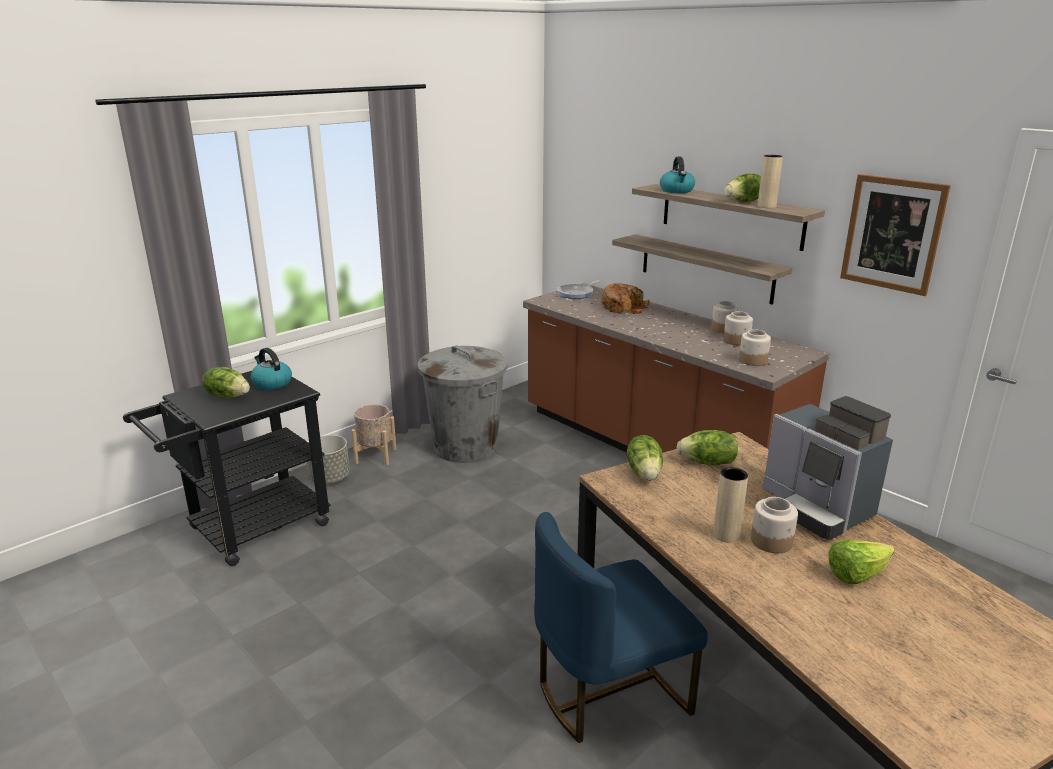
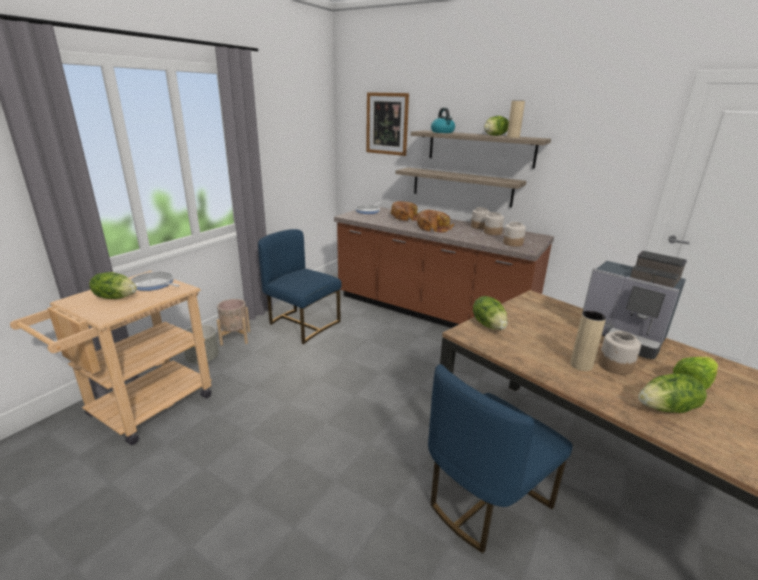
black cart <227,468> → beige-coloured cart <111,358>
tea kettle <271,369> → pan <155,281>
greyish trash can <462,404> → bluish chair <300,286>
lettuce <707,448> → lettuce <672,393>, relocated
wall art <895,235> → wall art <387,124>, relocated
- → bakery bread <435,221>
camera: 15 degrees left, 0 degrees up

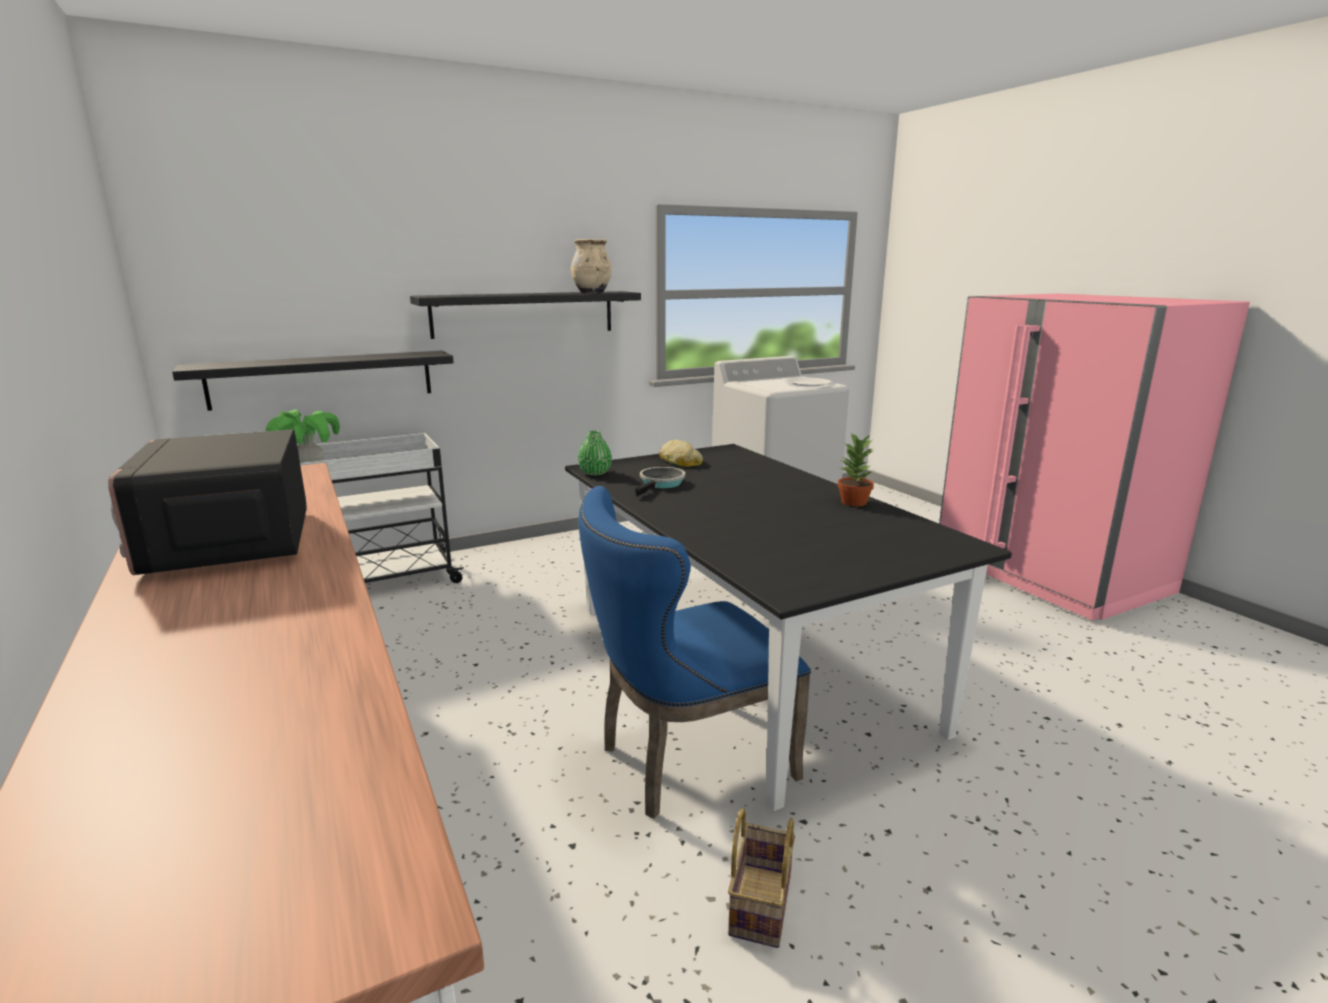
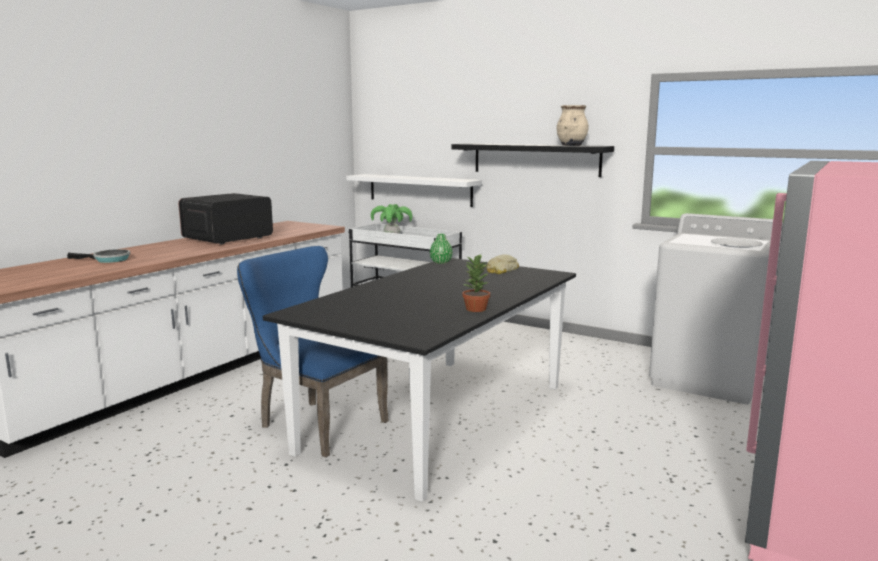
black bracket shelf <313,381> → white-coloured bracket shelf <414,190>
pan <660,481> → pan <98,256>, relocated
household basket <761,878> → -
camera: 60 degrees right, 5 degrees down

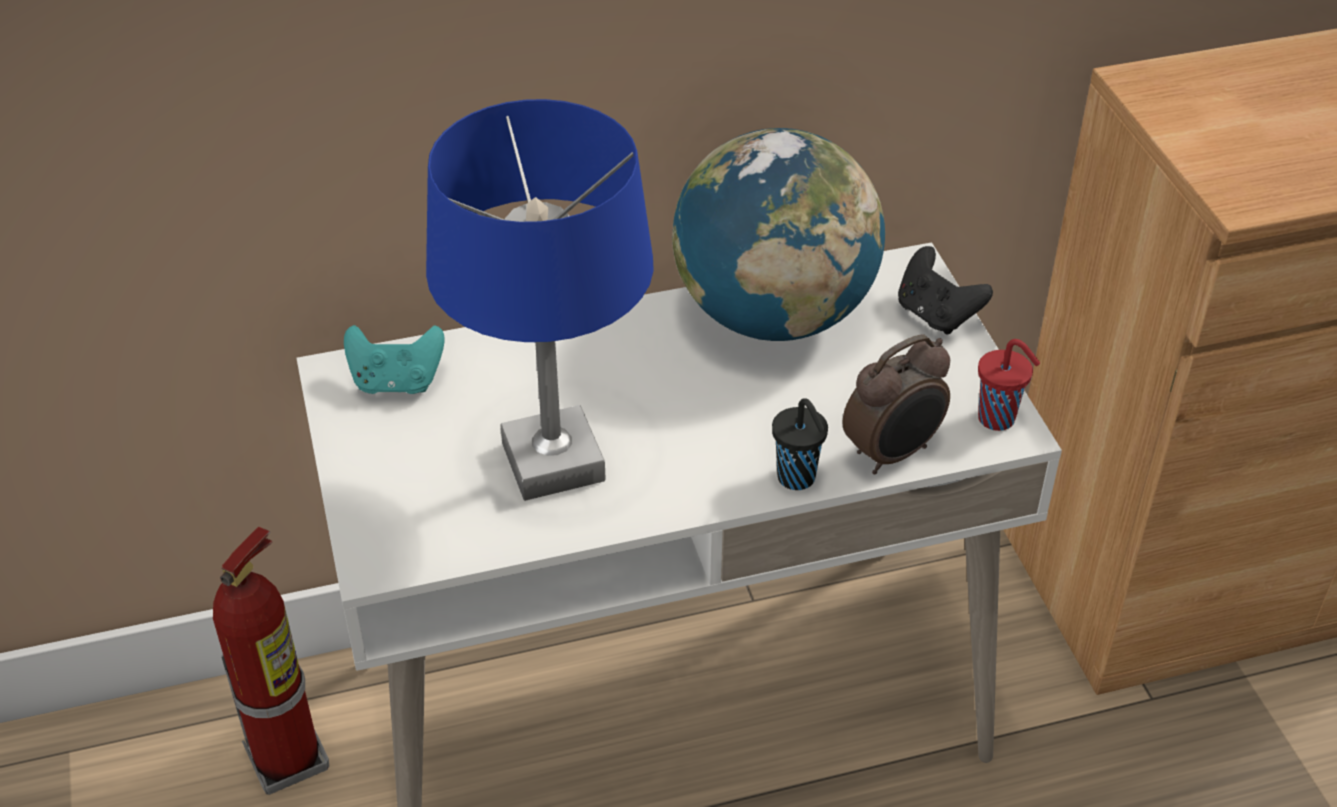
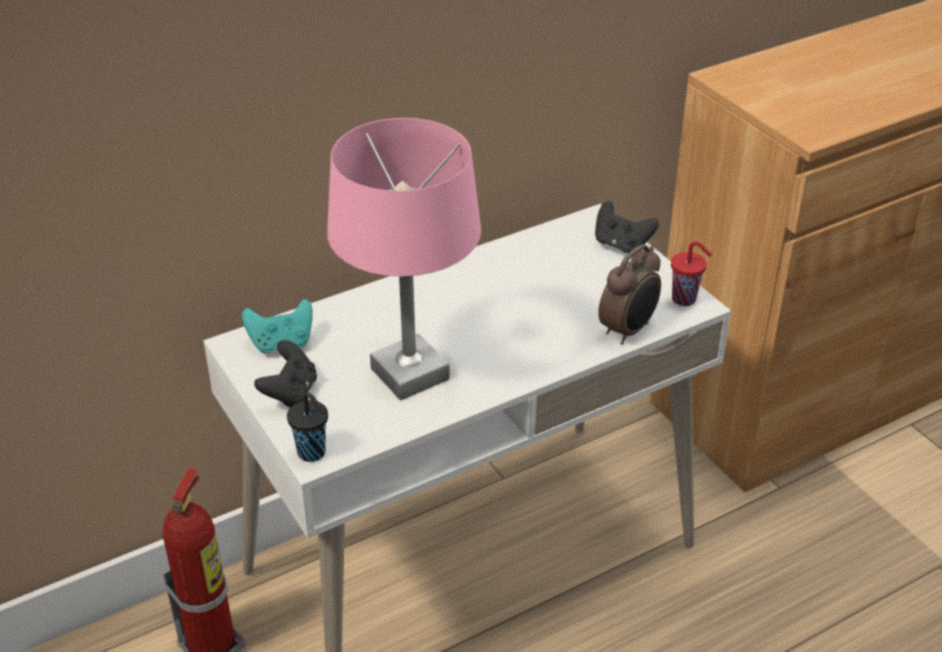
bluish tabletop lamp <540,300> → pinkish tabletop lamp <404,259>
desk globe <778,234> → -
black drinking cup <800,444> → black drinking cup <307,427>, relocated
- → black gamepad <285,373>
camera: 15 degrees left, 5 degrees down

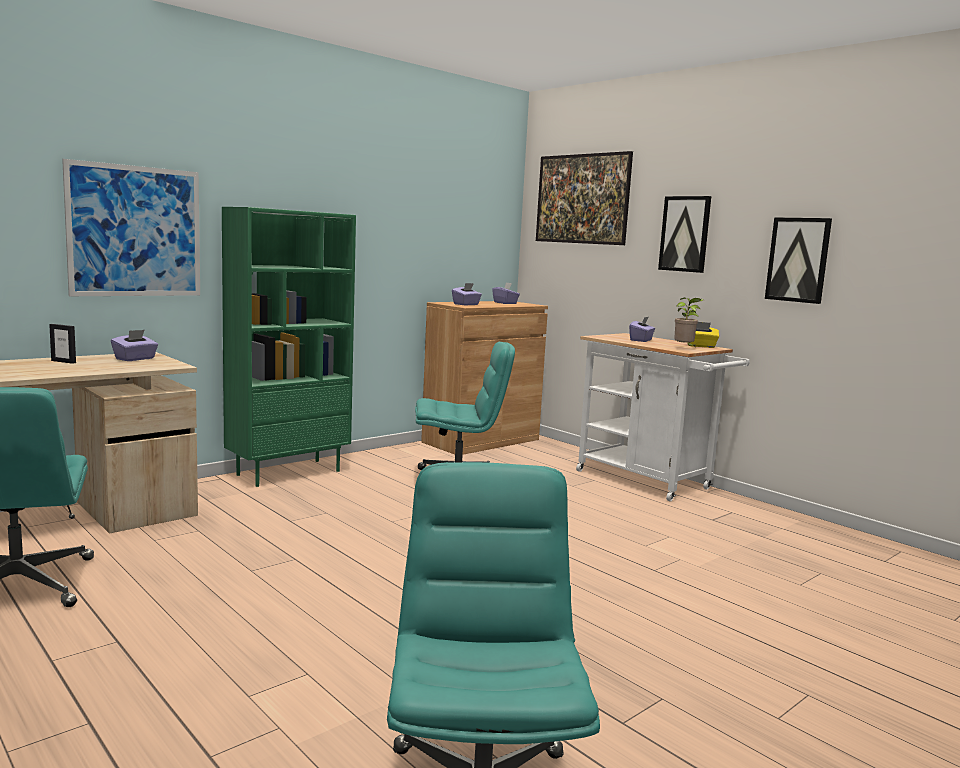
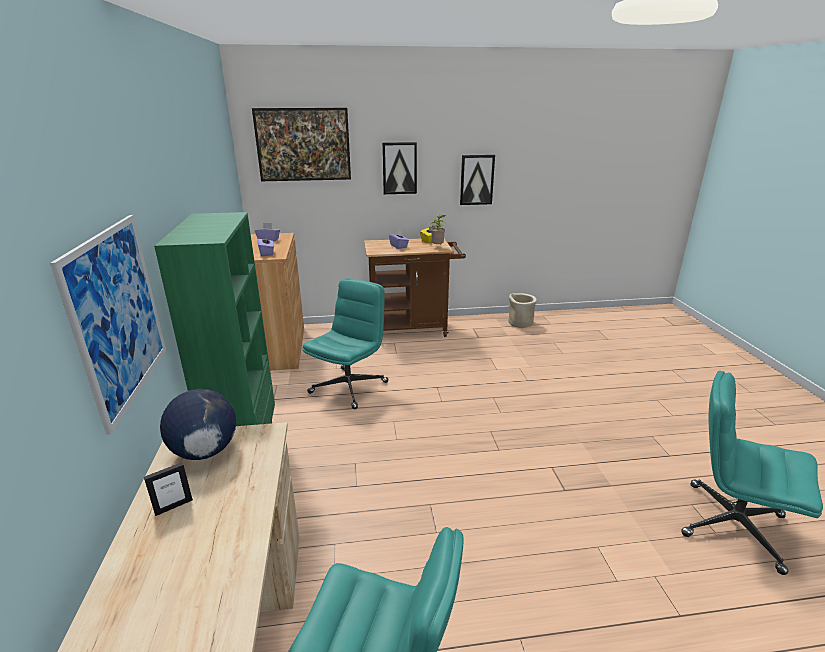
purple tissue holder <134,345> → desk globe <198,424>
white-coloured cart <663,417> → brown-coloured cart <415,288>
- → beige-coloured plant pot <522,310>
camera: 55 degrees left, 15 degrees up

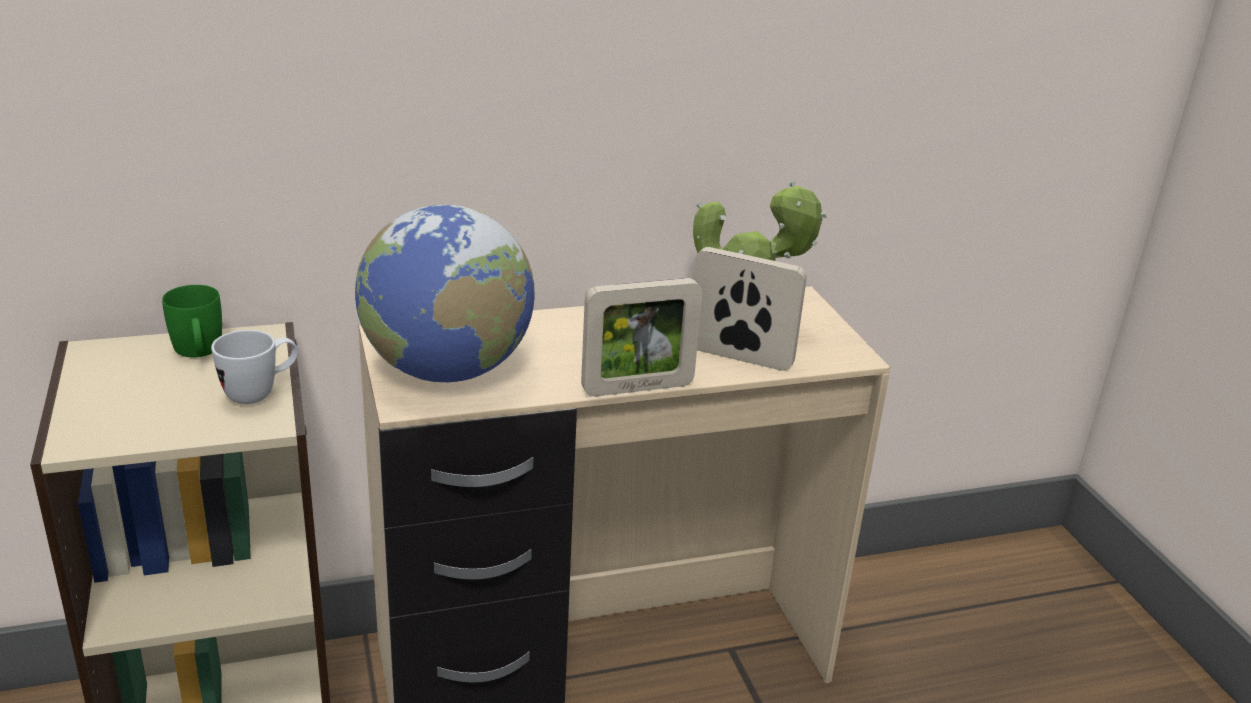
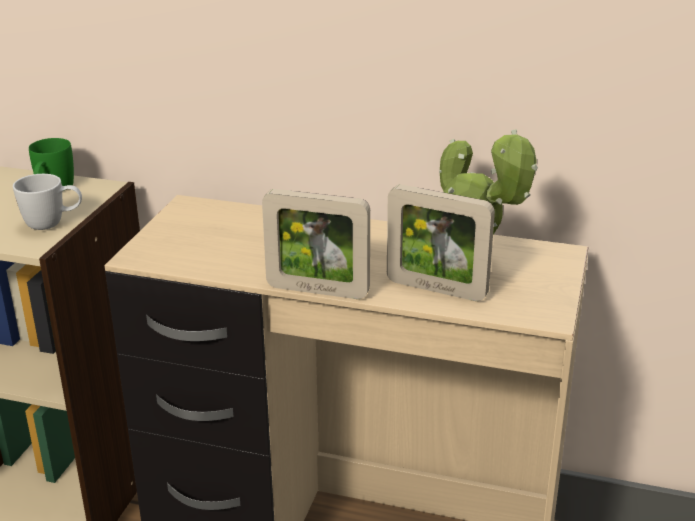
desk globe <445,293> → -
photo frame <750,309> → photo frame <441,243>, 150 degrees clockwise
camera: 35 degrees right, 0 degrees up

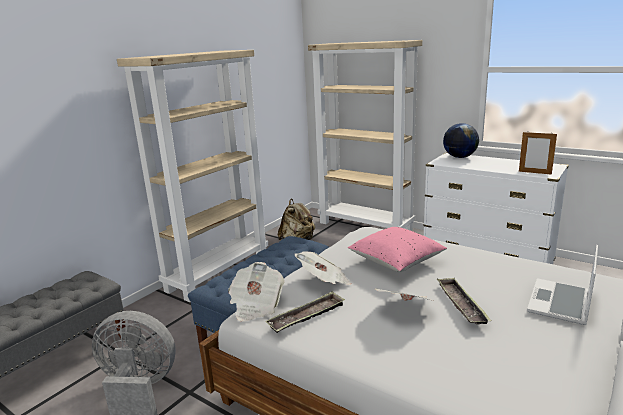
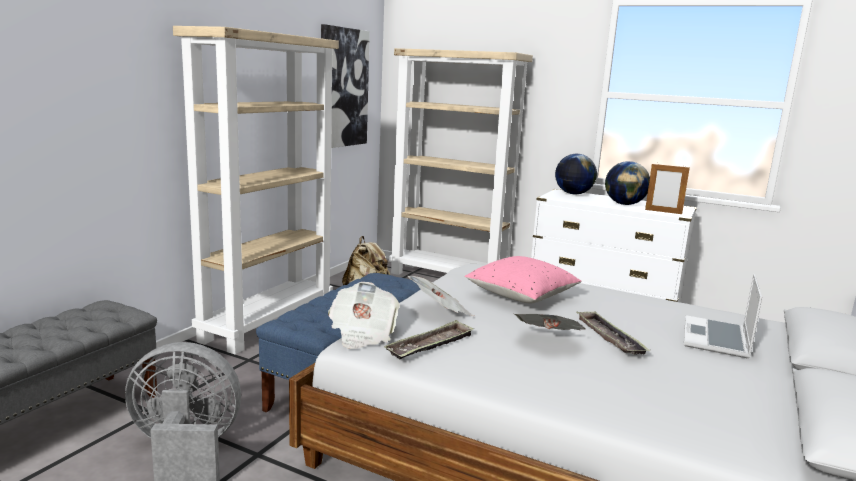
- → wall art <345,86>
- → desk globe <627,183>
camera: 10 degrees left, 5 degrees down

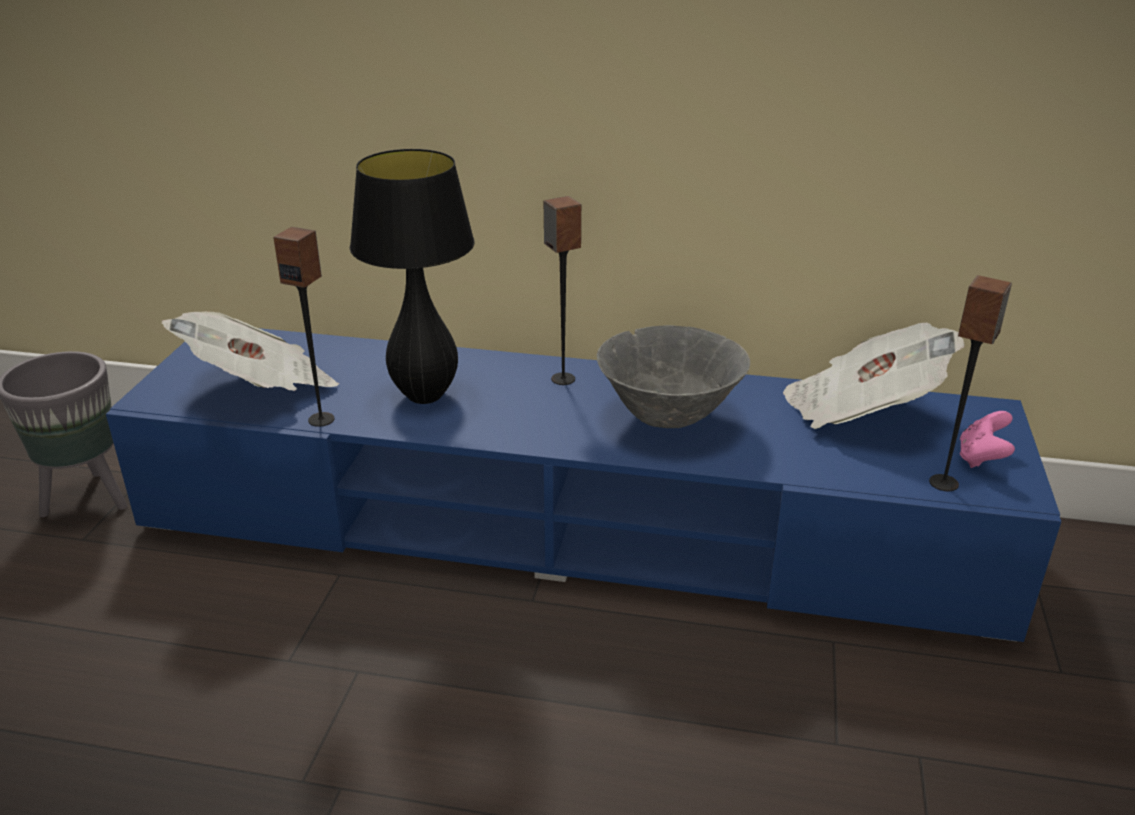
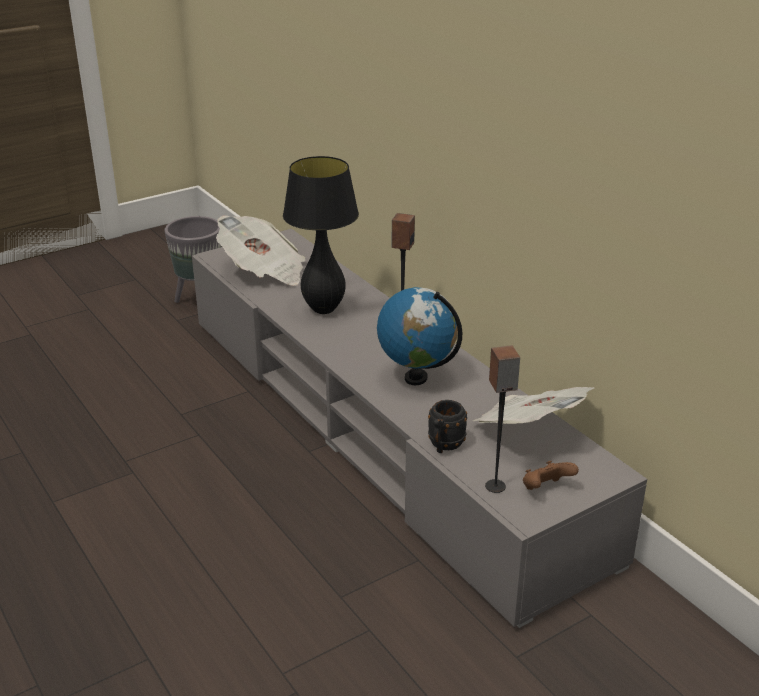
bluish media console <583,485> → greyish media console <419,428>
speaker <303,327> → -
greyish serving bowl <673,376> → desk globe <419,336>
pinkish gamepad <987,439> → brown-coloured gamepad <551,475>
- → black coffee mug <447,426>
camera: 45 degrees right, 0 degrees up

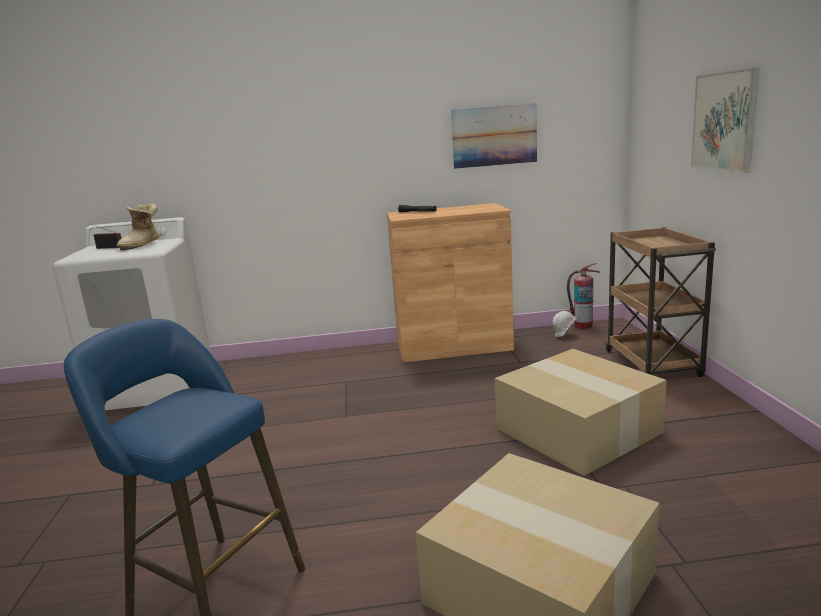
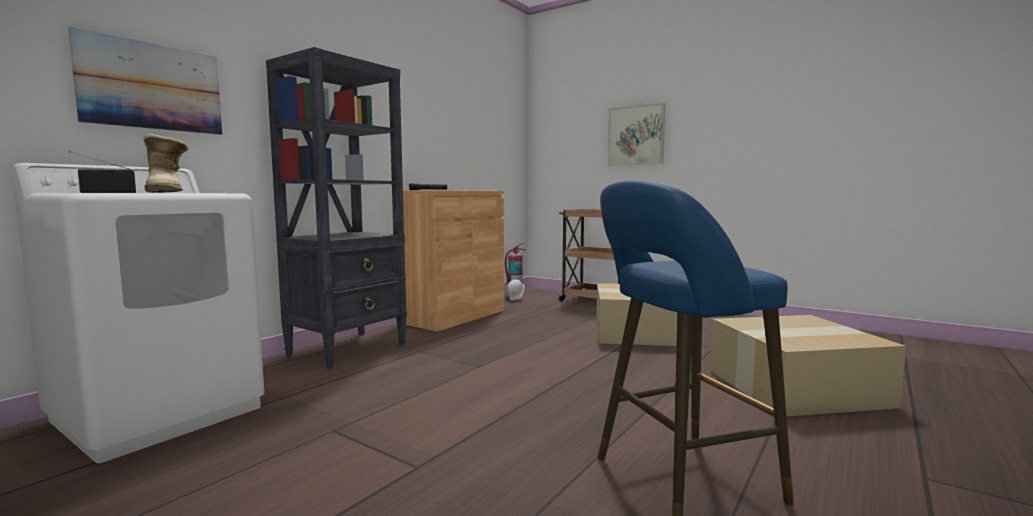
wall art <494,136> → wall art <145,80>, relocated
- → black shelving unit <336,208>
camera: 50 degrees left, 10 degrees down

